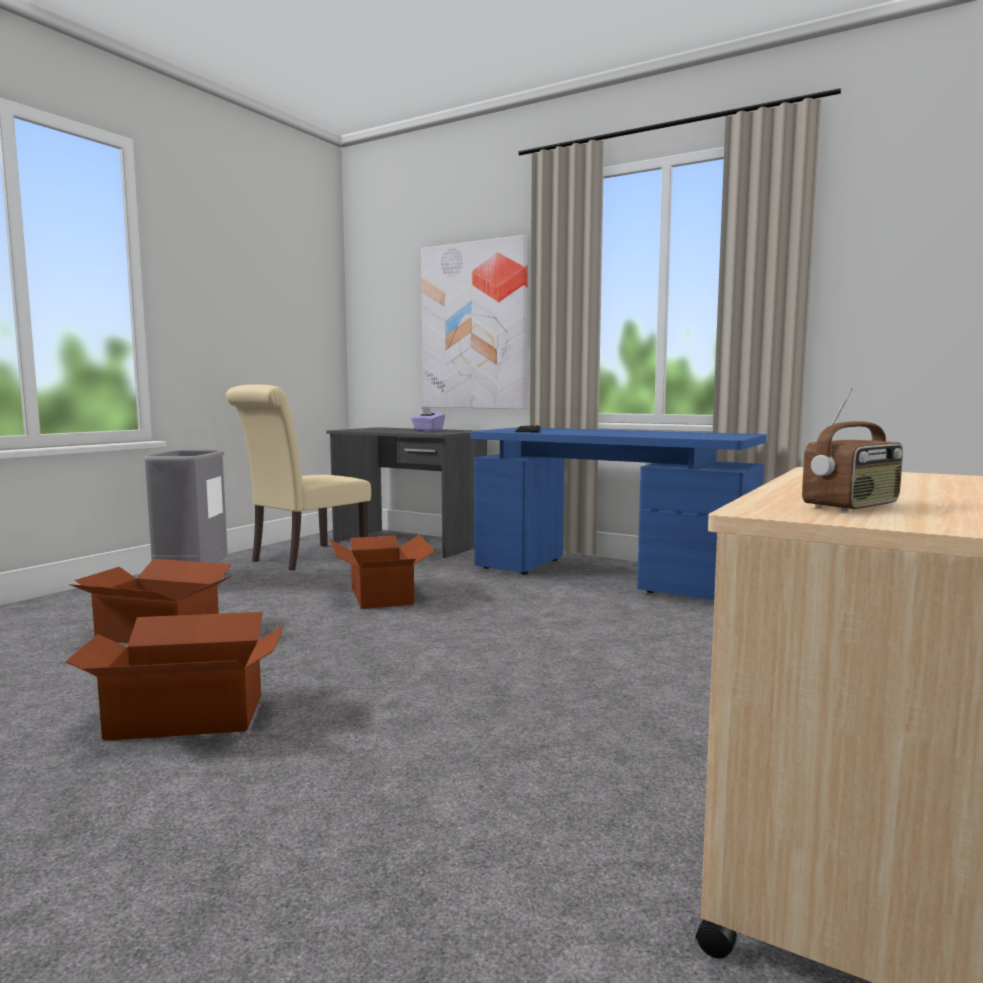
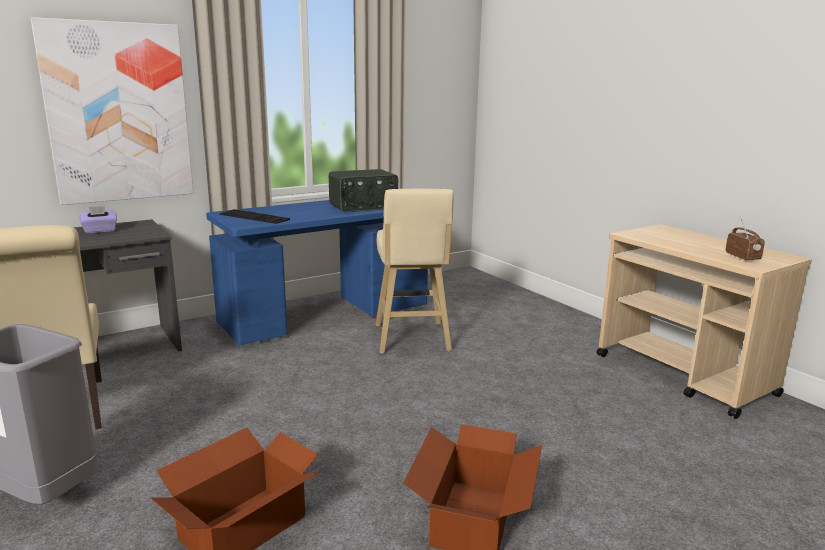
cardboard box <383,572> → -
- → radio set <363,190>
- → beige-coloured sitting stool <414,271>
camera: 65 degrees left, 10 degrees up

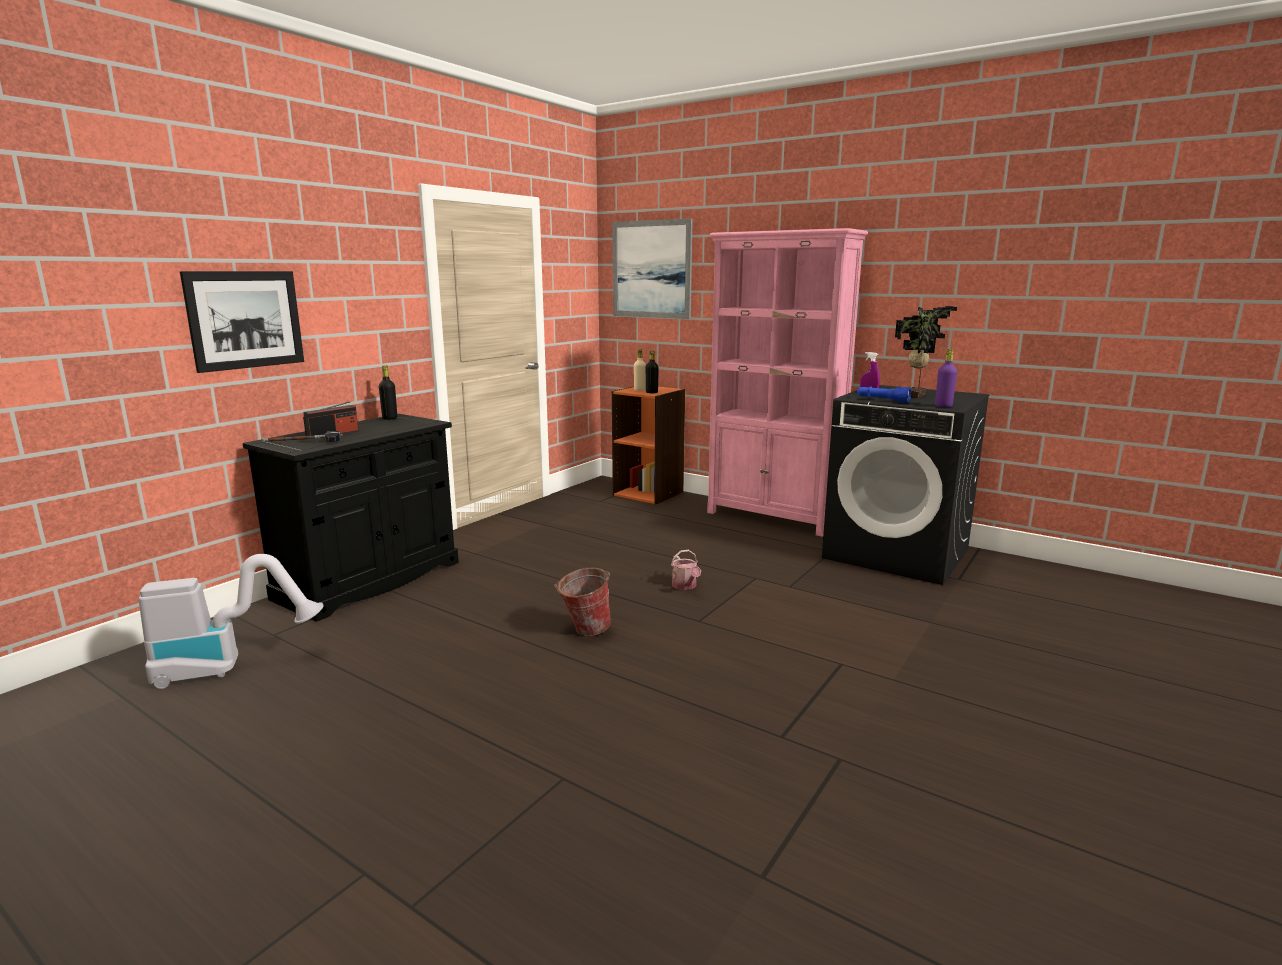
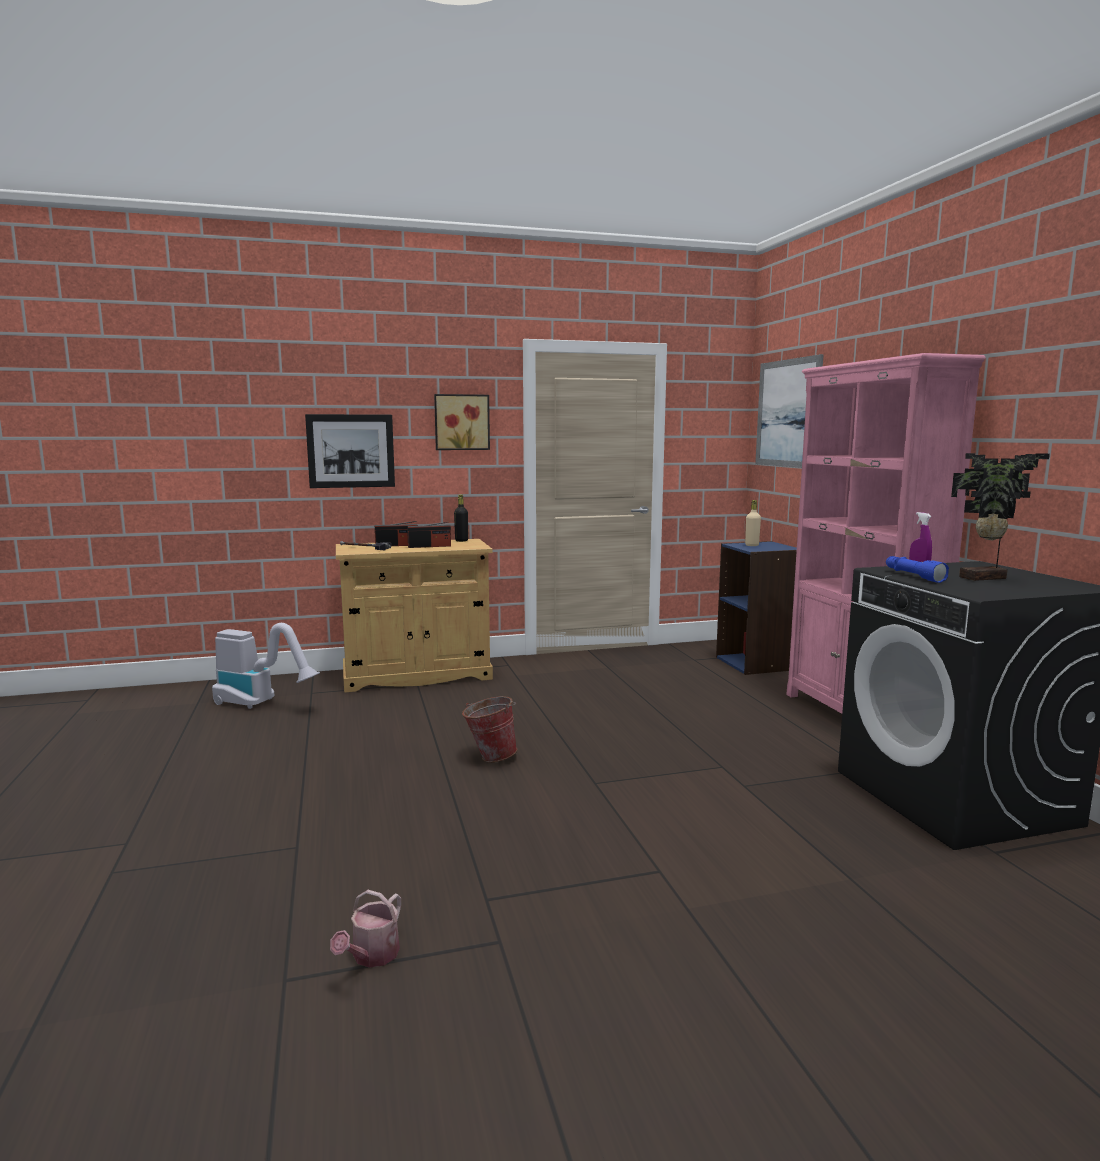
black storage cabinet <351,518> → beige-coloured storage cabinet <414,615>
orangey shelving unit <648,445> → bluish shelving unit <756,608>
black bottle <652,372> → -
watering can <686,570> → watering can <365,929>, relocated
purple bottle <946,378> → -
- → radio set <429,534>
- → wall art <462,422>
camera: 40 degrees right, 5 degrees down

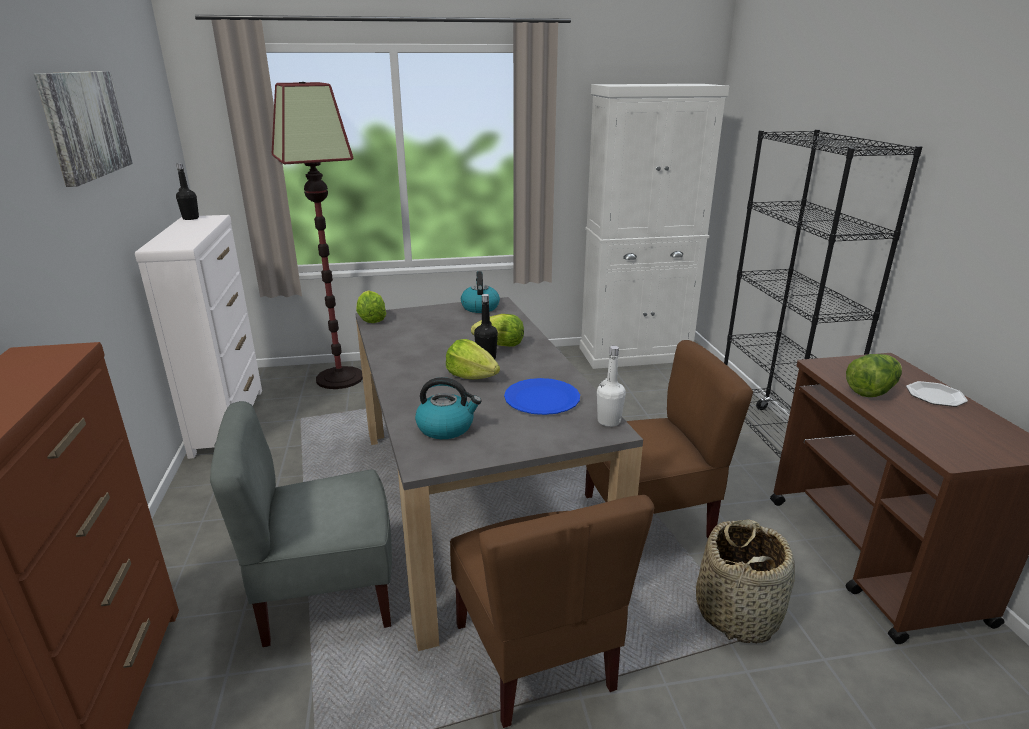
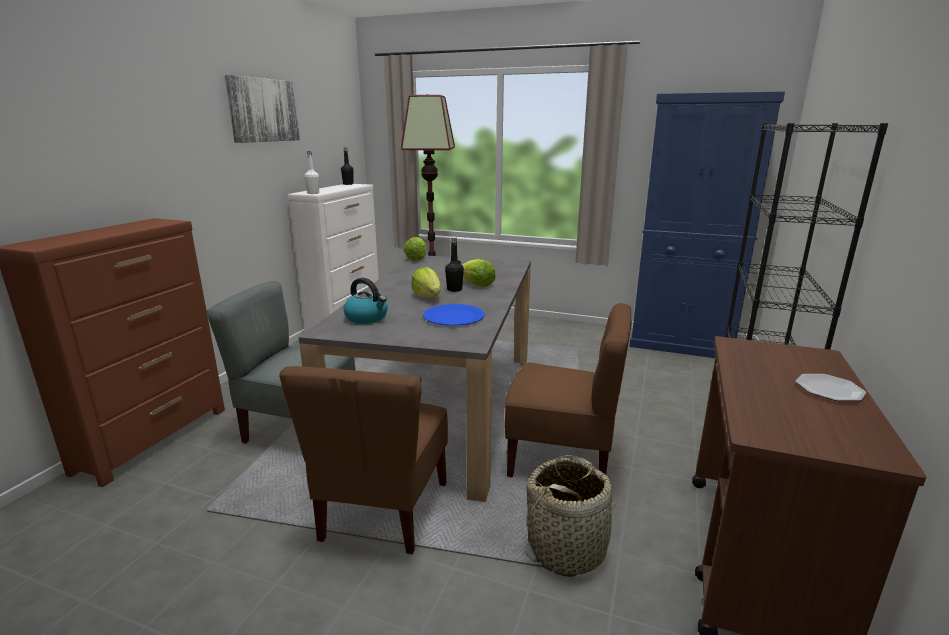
tea kettle <480,292> → -
white-coloured storage cabinet <654,226> → bluish storage cabinet <707,224>
white-coloured bottle <611,386> → white-coloured bottle <311,172>, relocated
lettuce <874,375> → -
camera: 30 degrees right, 5 degrees down

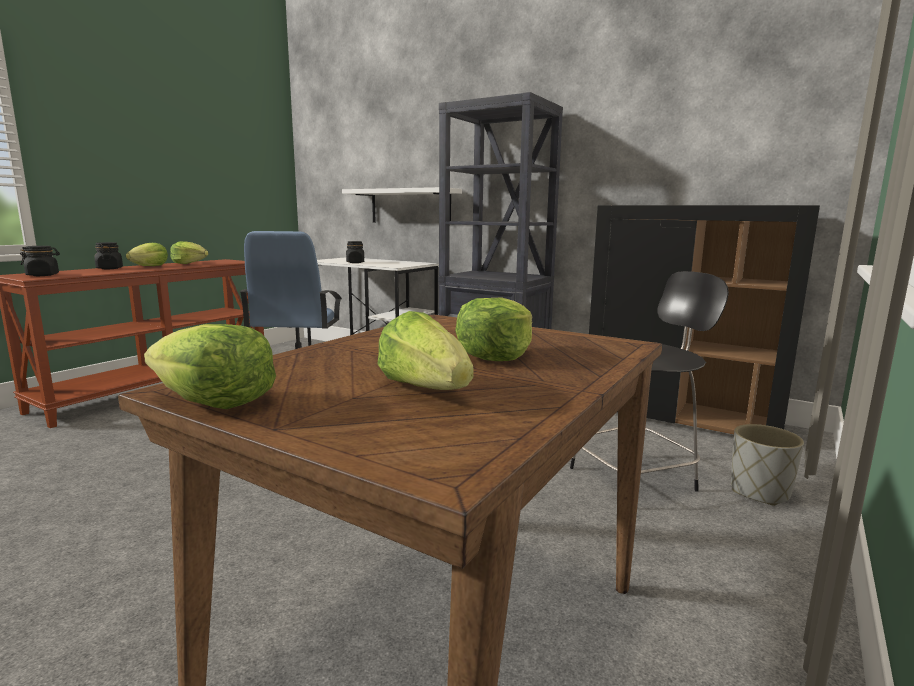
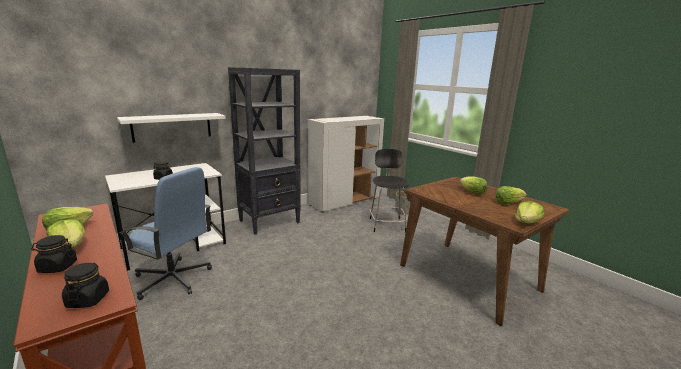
black storage cabinet <704,319> → white-coloured storage cabinet <346,164>
camera: 70 degrees left, 5 degrees up

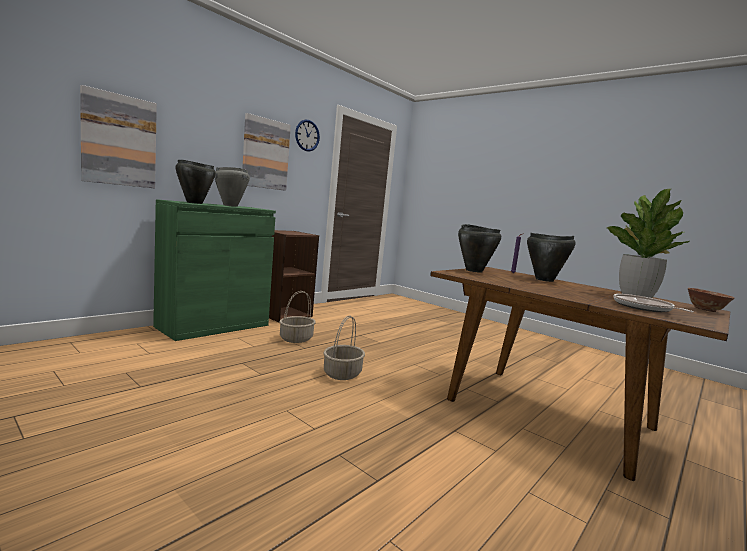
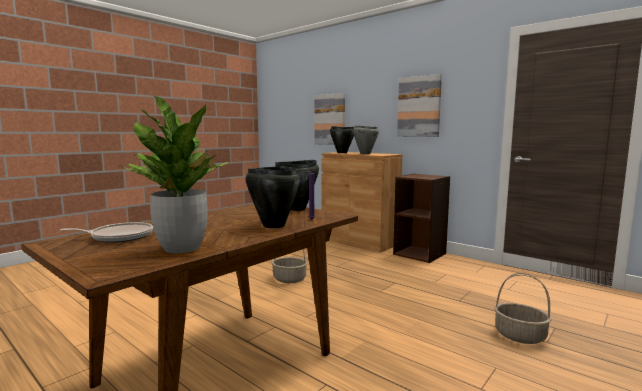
green-coloured storage cabinet <214,270> → brown-coloured storage cabinet <362,202>
household basket <297,317> → household basket <522,308>, relocated
wall clock <307,135> → -
serving bowl <711,300> → -
camera: 90 degrees right, 0 degrees up

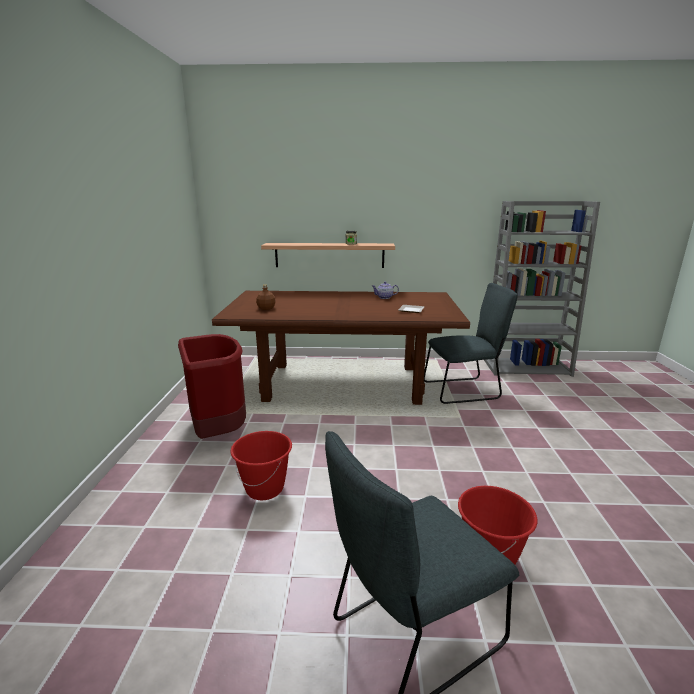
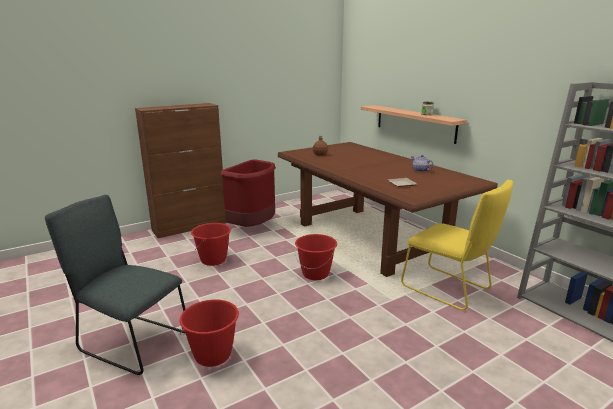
greyish chair <471,343> → yellow chair <457,245>
- → brown-coloured storage cabinet <181,170>
- → reddish pail <316,257>
camera: 55 degrees right, 0 degrees up

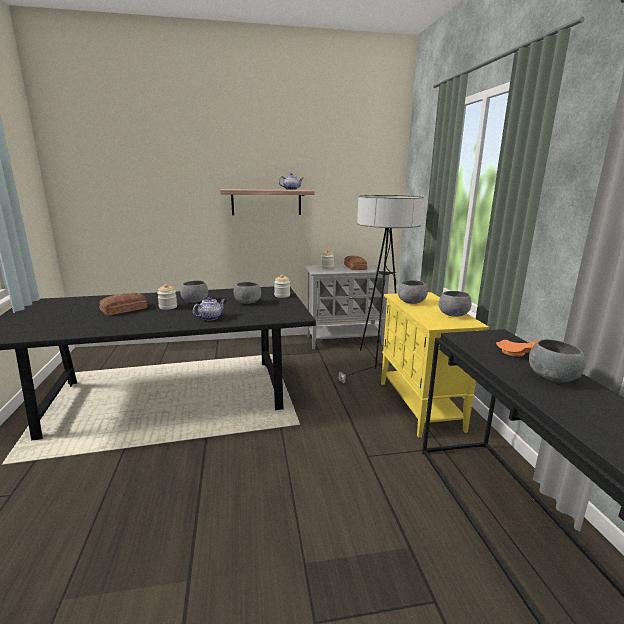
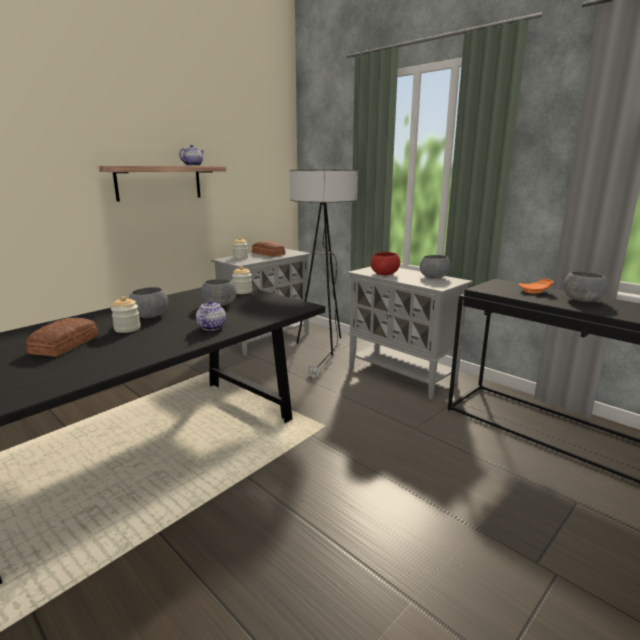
yellow storage cabinet <435,365> → greyish storage cabinet <410,333>
greyish serving bowl <413,292> → reddish serving bowl <385,263>
camera: 35 degrees left, 0 degrees up

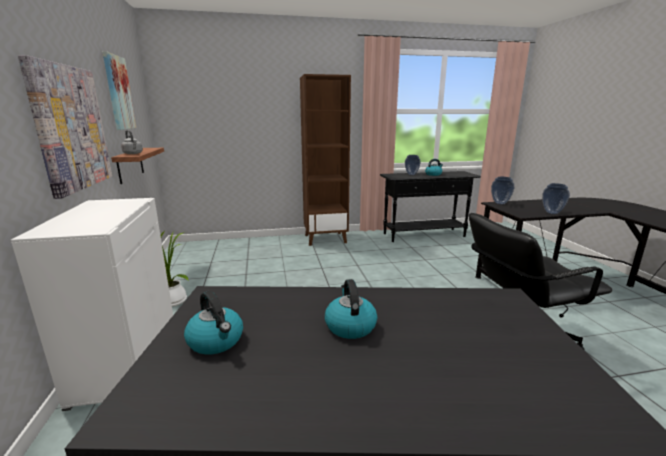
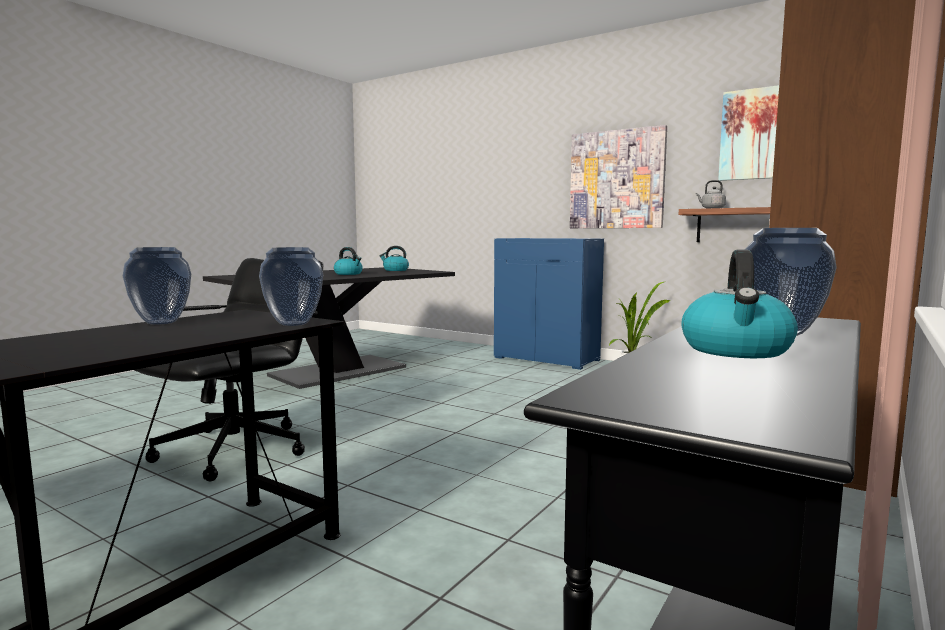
white-coloured storage cabinet <92,304> → bluish storage cabinet <549,304>
camera: 135 degrees right, 10 degrees down

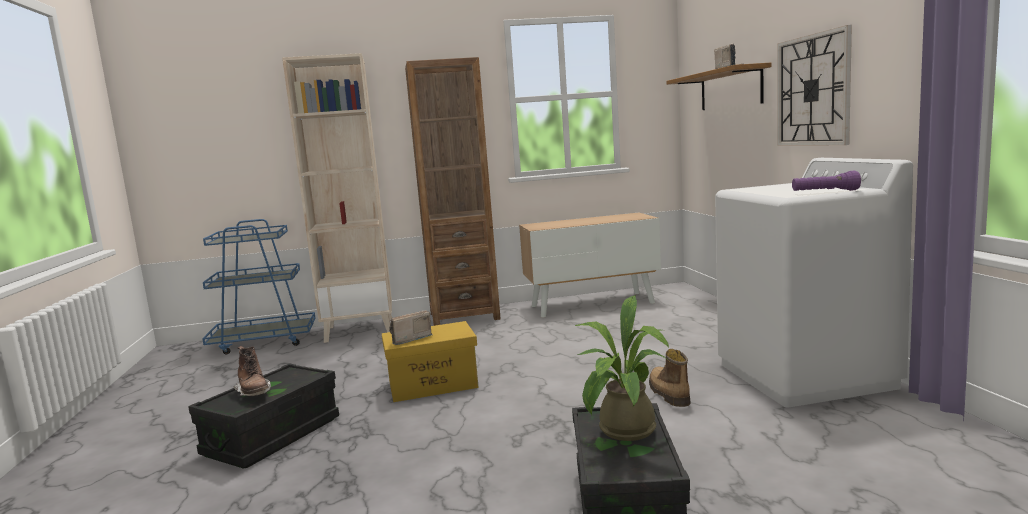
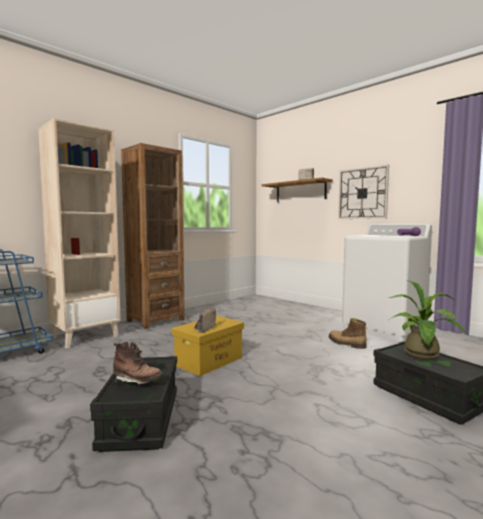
storage cabinet <590,265> → -
camera: 35 degrees left, 5 degrees down

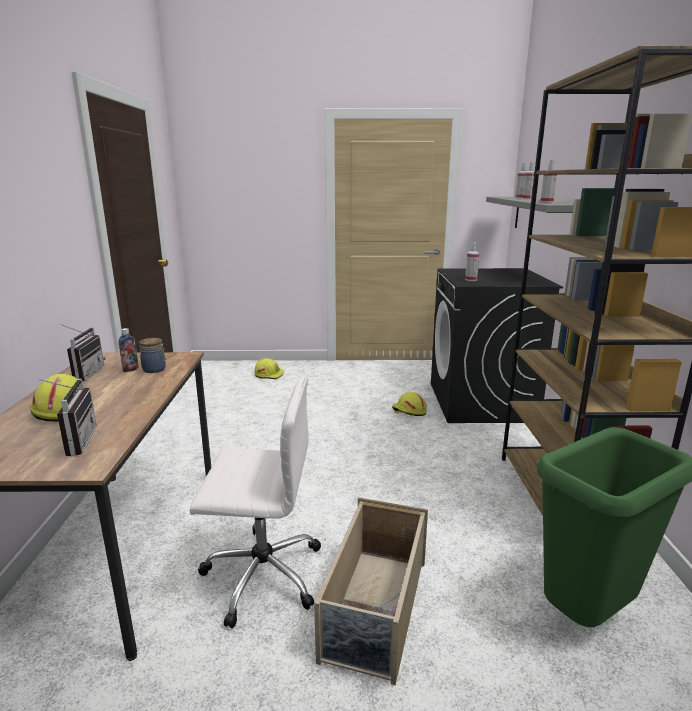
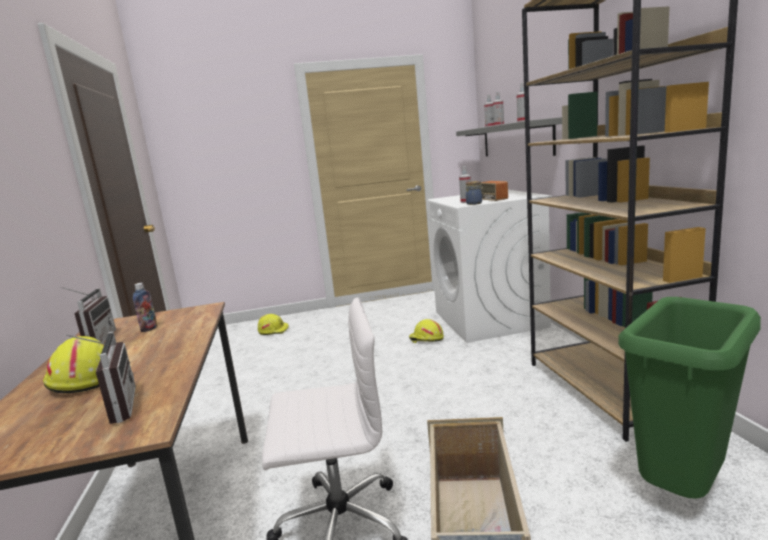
jar <152,355> → jar <475,193>, relocated
black laundry machine <497,345> → white-coloured laundry machine <489,266>
- → radio set <494,191>
camera: 10 degrees left, 5 degrees down

